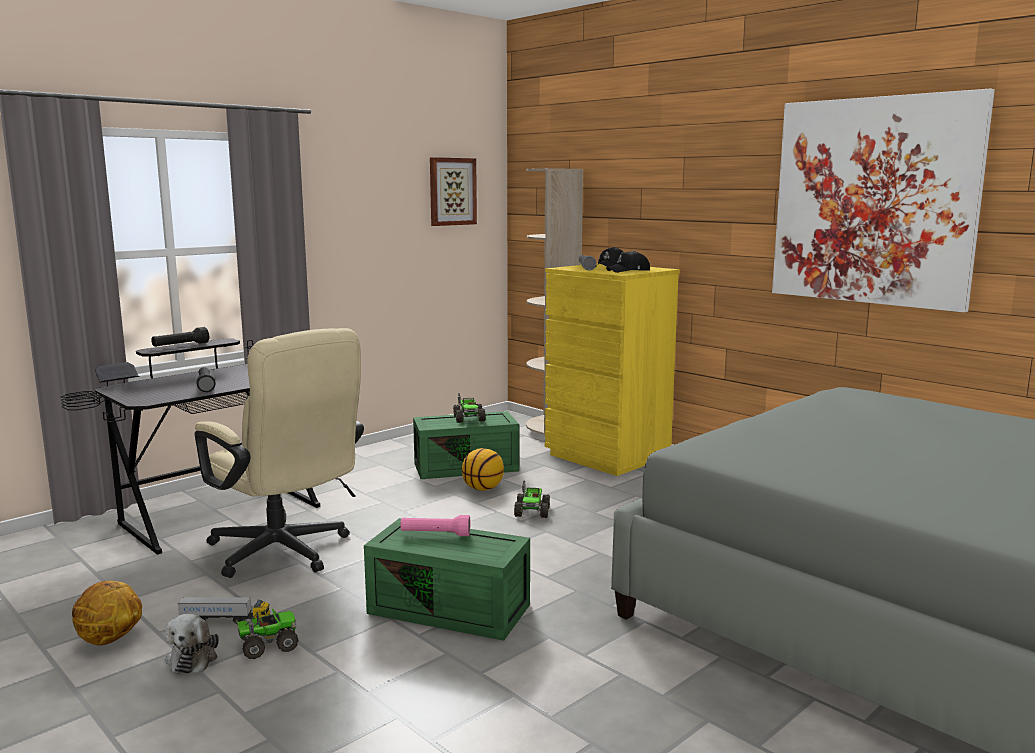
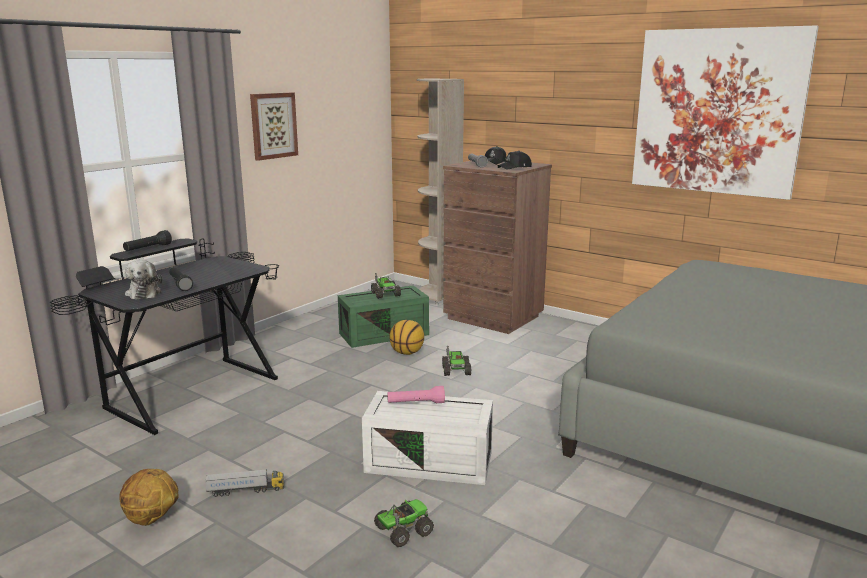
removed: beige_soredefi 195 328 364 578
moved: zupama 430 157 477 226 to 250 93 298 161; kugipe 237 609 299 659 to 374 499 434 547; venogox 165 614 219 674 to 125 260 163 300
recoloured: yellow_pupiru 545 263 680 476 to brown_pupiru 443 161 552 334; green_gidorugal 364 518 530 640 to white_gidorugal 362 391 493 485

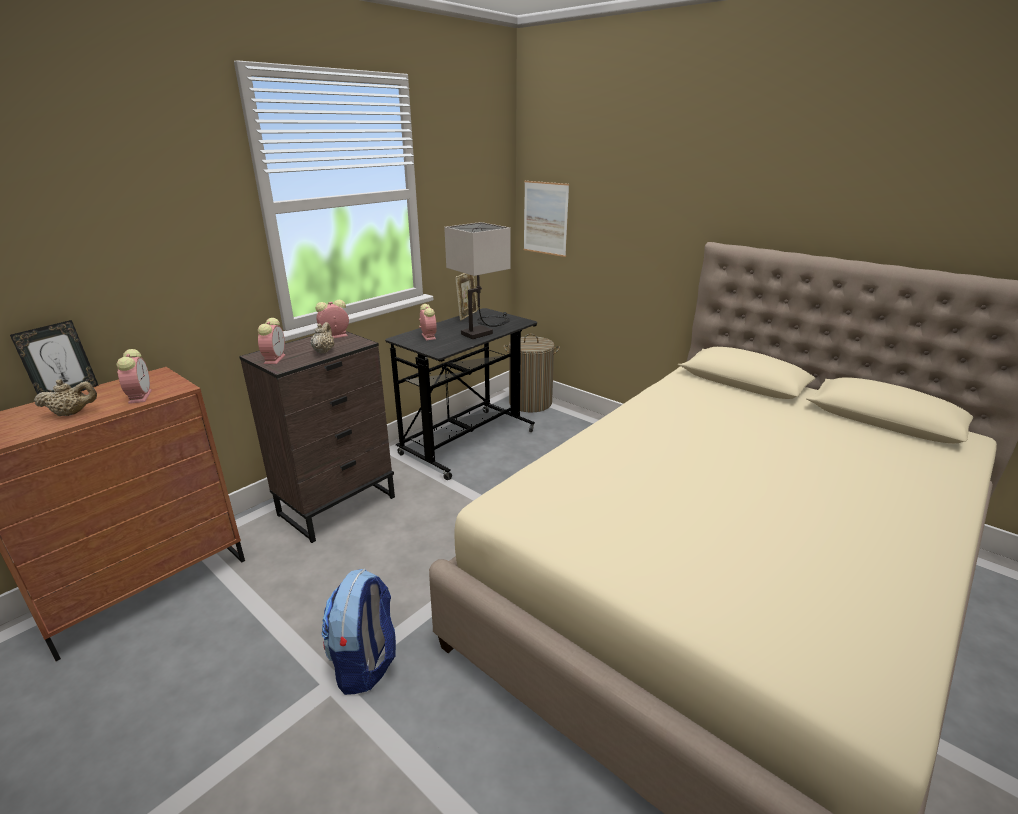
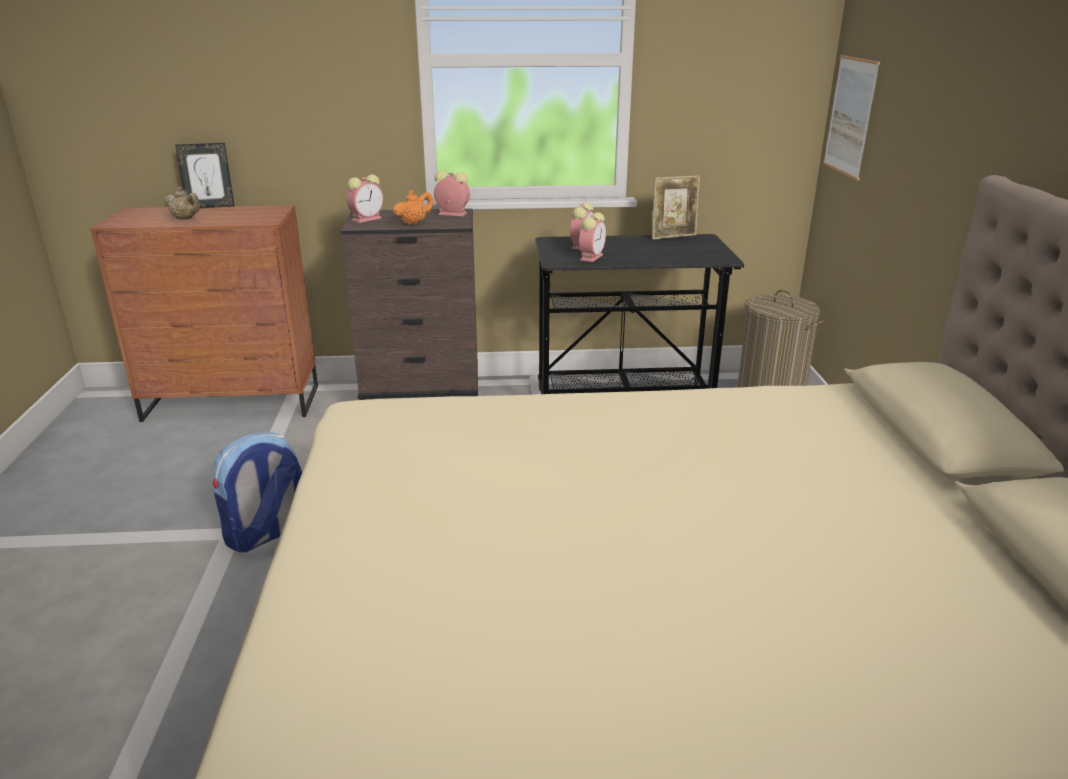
removed: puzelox 444 222 510 339
moved: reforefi 116 349 152 404 to 579 212 606 262
recoloured: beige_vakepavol 310 322 335 354 to orange_vakepavol 393 190 434 225

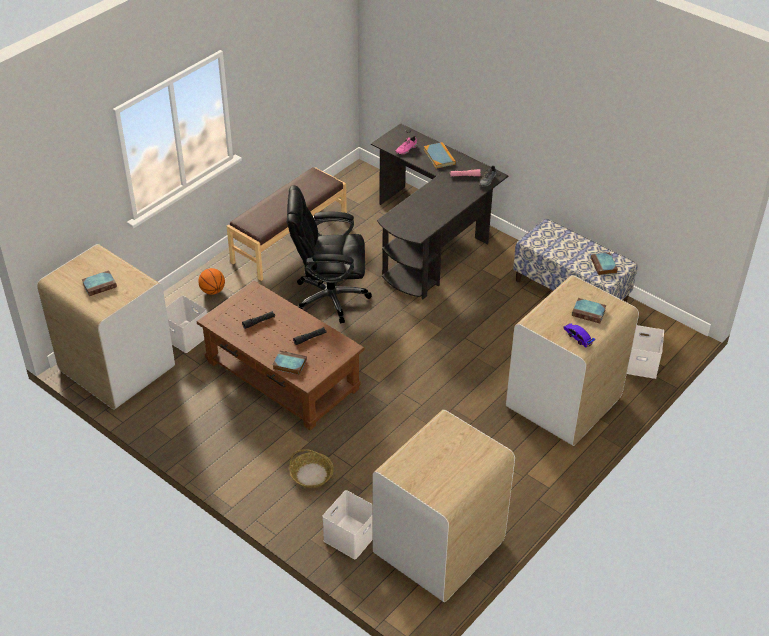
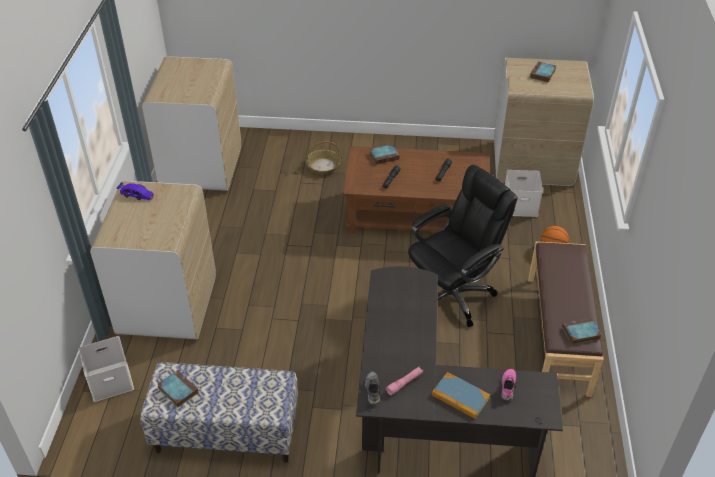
removed: white_gidorugal 322 490 373 559
moved: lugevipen 572 298 606 323 to 562 317 602 345

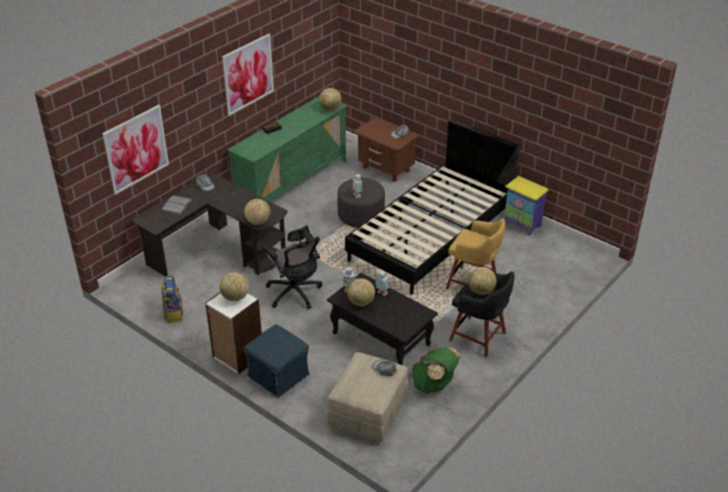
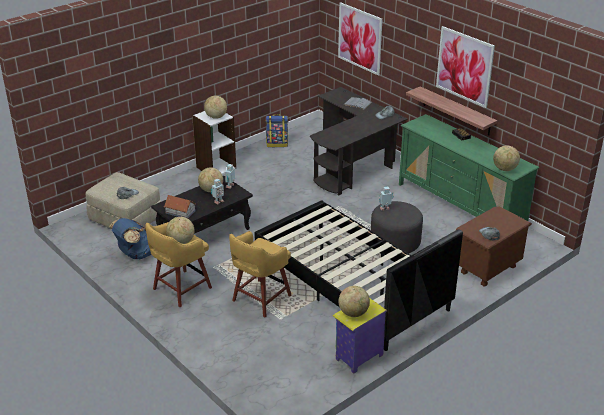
removed: soredefi 262 225 322 309; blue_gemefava 244 324 309 398
added: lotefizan 406 86 497 135; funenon 164 195 196 218
moved: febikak 244 199 270 225 to 339 286 370 317
recoloured: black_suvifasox 449 272 514 357 to yellow_suvifasox 146 222 212 307; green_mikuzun 412 348 463 393 to blue_mikuzun 109 218 151 259

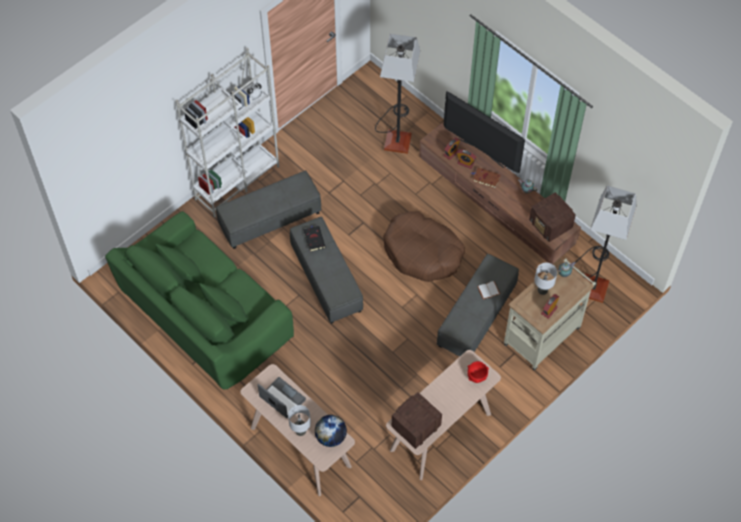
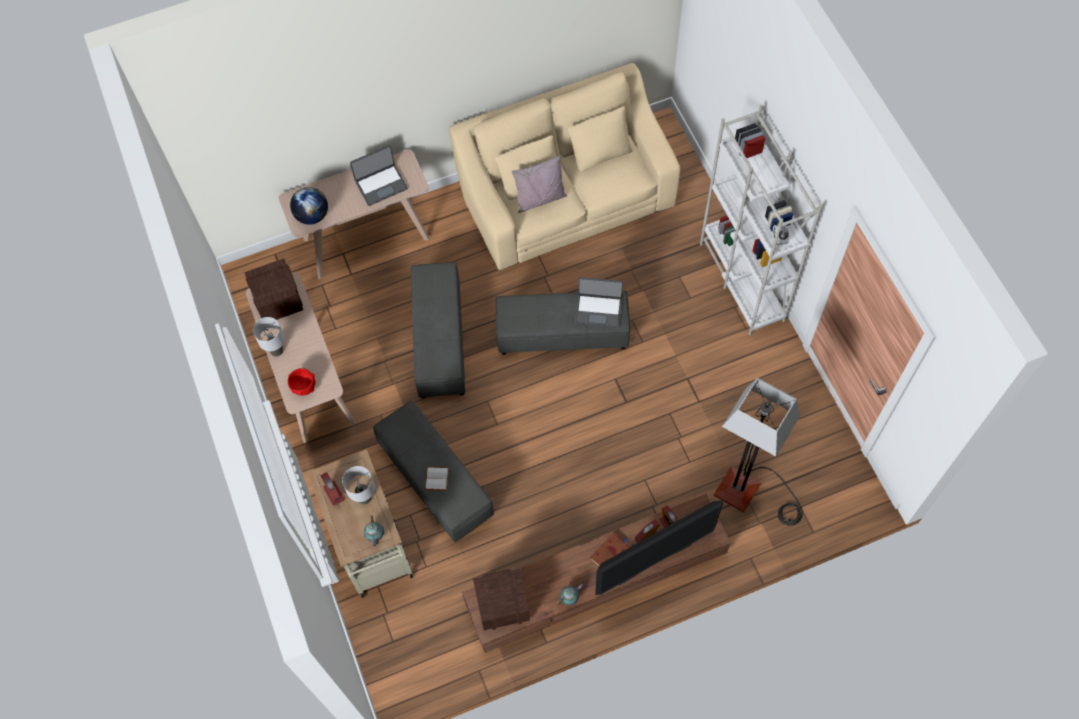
removed: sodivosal 574 185 636 303; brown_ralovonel 383 211 465 282
added: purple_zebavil 511 155 567 213
moved: grey_gemefava 216 170 321 249 to 411 262 465 398; white_puzelox 288 405 311 436 to 253 317 285 357
replaced: black_lugevipen 304 225 325 252 to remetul 575 277 623 328
recoloured: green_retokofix 105 211 294 389 to beige_retokofix 449 63 680 270

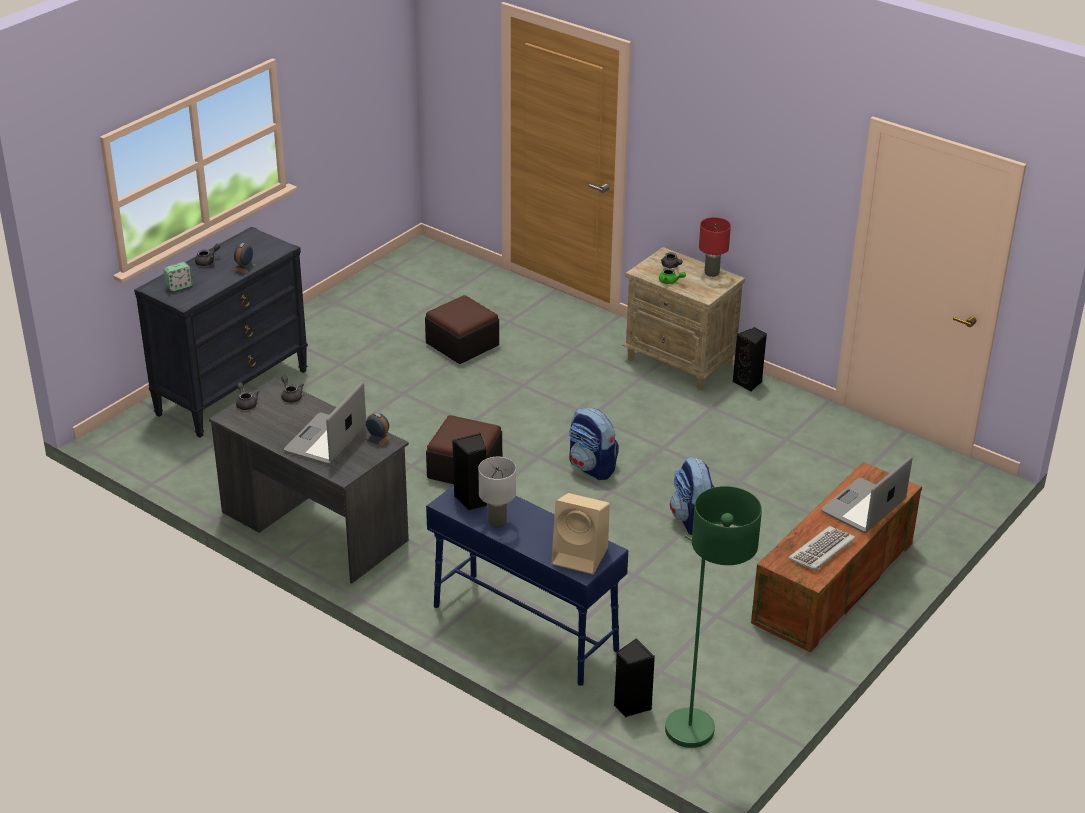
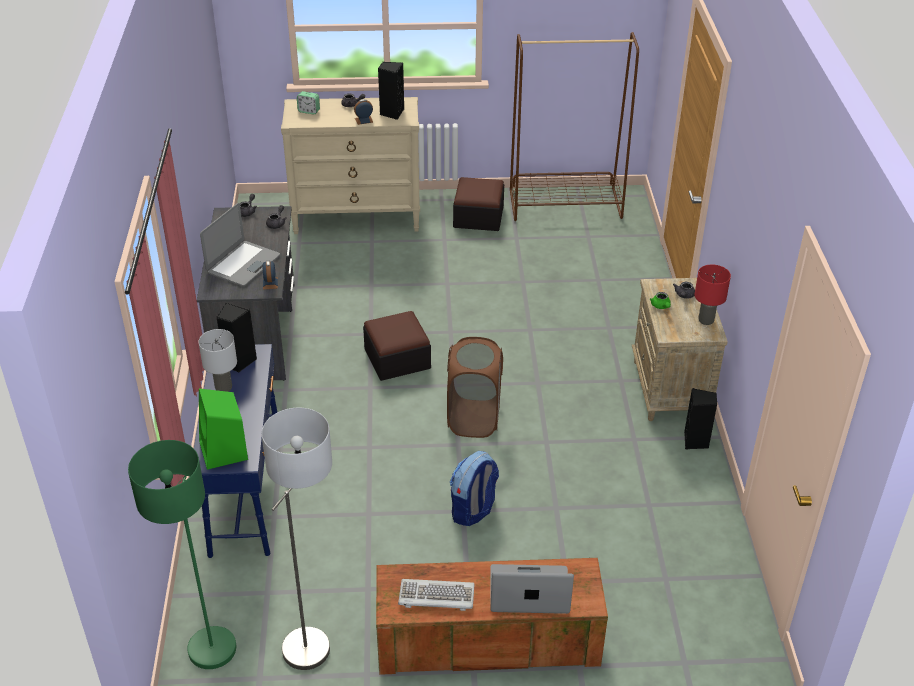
added: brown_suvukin 510 32 639 221; grey_sodivosal 262 408 332 670
moved: gemefava 425 295 499 364 to 453 177 504 231; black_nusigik 614 638 655 717 to 378 62 404 120
replaced: mikuzun 569 408 619 480 to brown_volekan 447 337 503 438
recoloured: black_pupiru 134 227 308 438 to beige_pupiru 281 97 420 234; beige_nusigik 551 493 610 574 to green_nusigik 199 389 248 470
turned: remetul 284 382 366 465 = 200 203 280 286 135 degrees clockwise

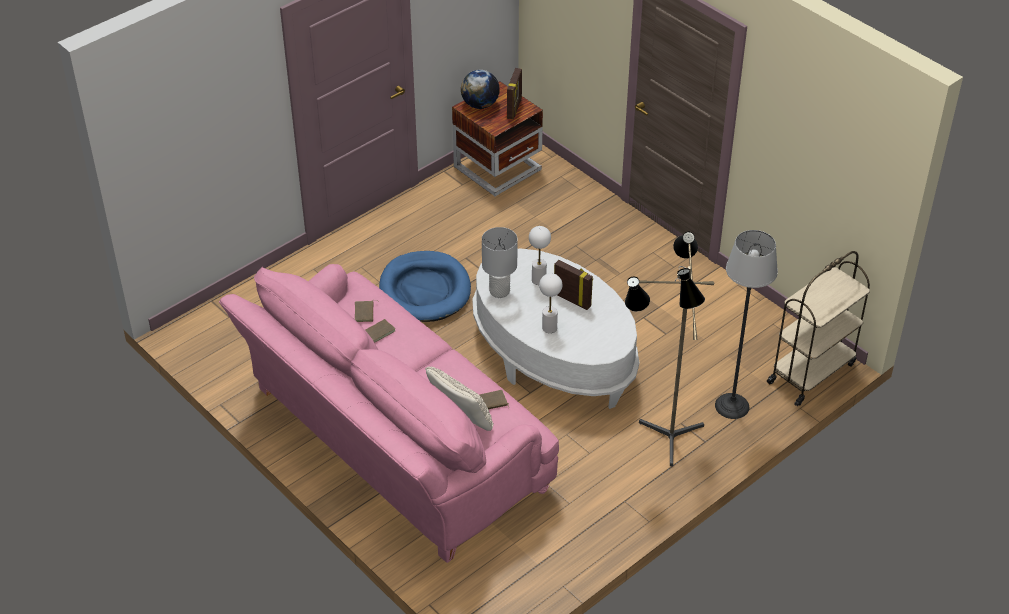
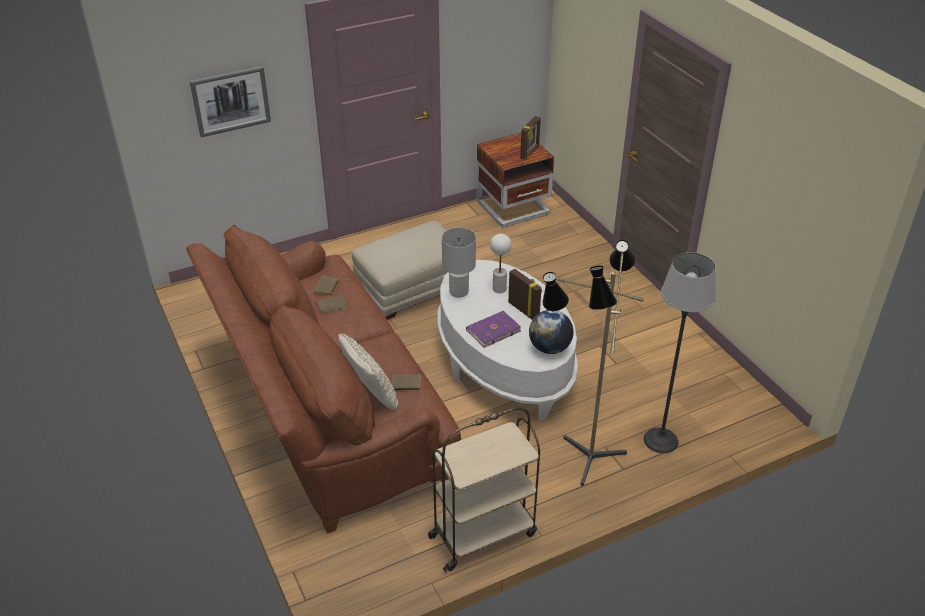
added: zupama 190 66 271 137
moved: febikak 461 70 500 109 to 529 310 574 354; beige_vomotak 767 251 870 406 to 428 407 540 572
replaced: blue_ralovonel 379 251 471 322 to beige_gemefava 352 221 447 320; white_puzelox 539 273 562 333 to purple_lugevipen 466 311 521 348
recoloured: pink_retokofix 219 264 559 563 to brown_retokofix 186 225 461 533

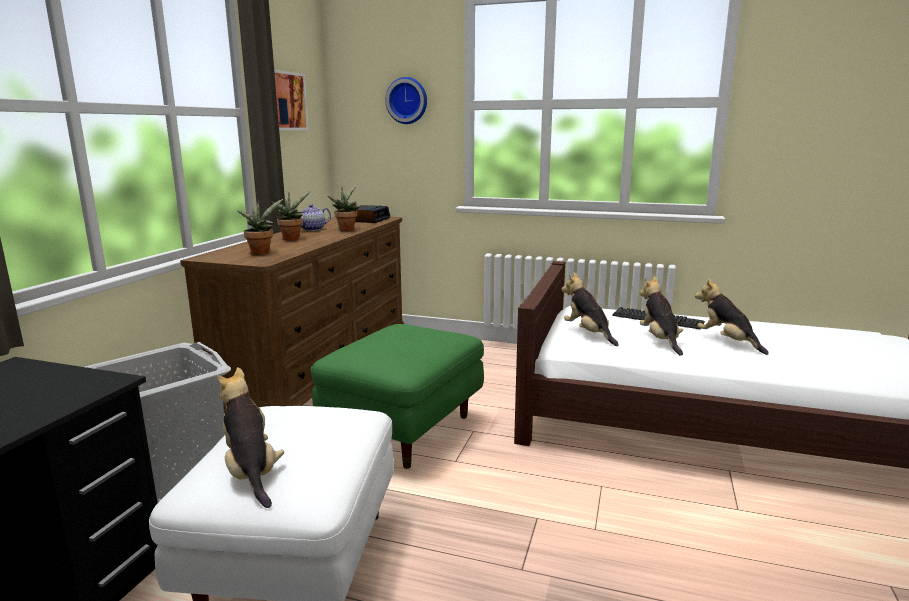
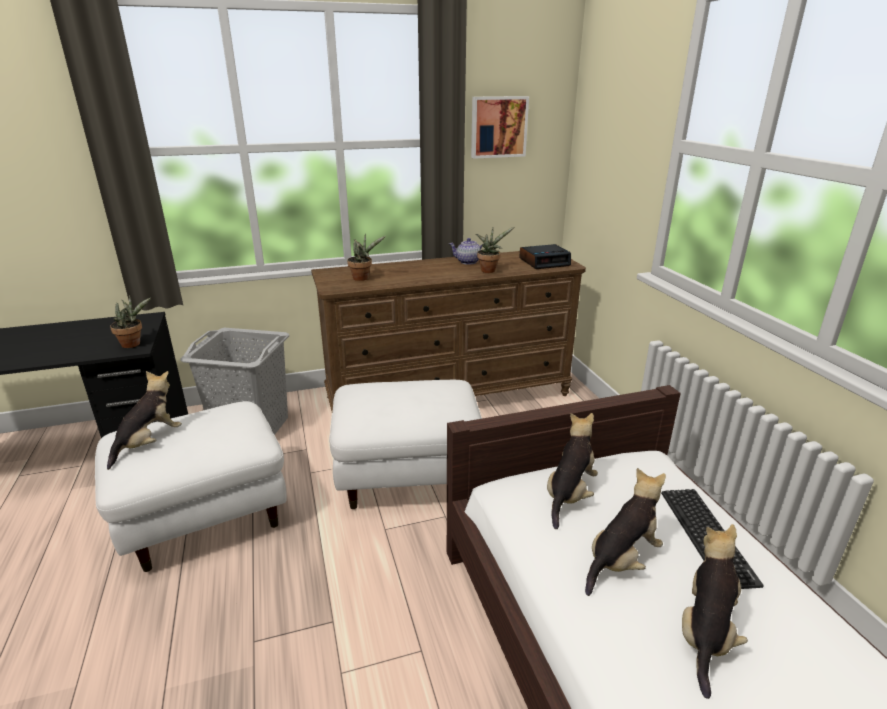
removed: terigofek 386 77 427 124
moved: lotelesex 271 191 310 240 to 110 295 151 348
recoloured: green_gemefava 311 324 484 469 to white_gemefava 329 380 482 509

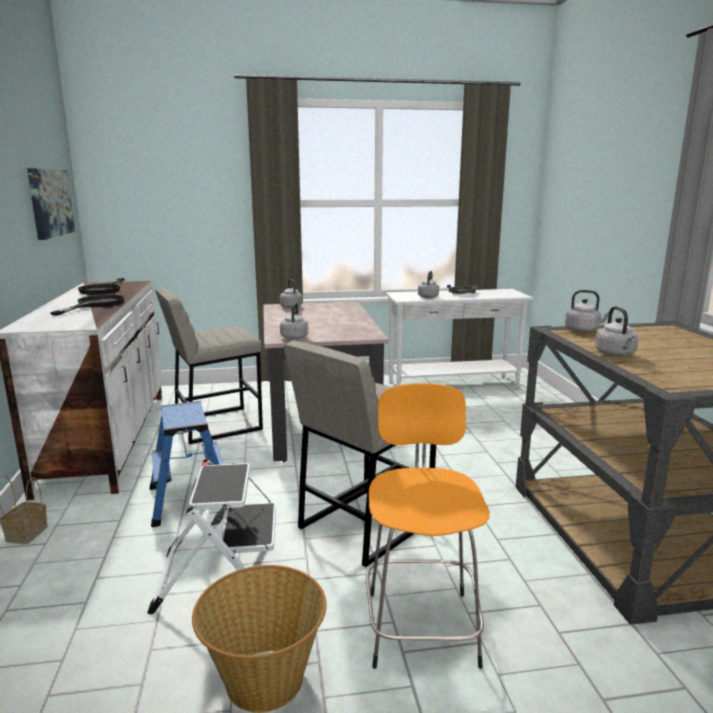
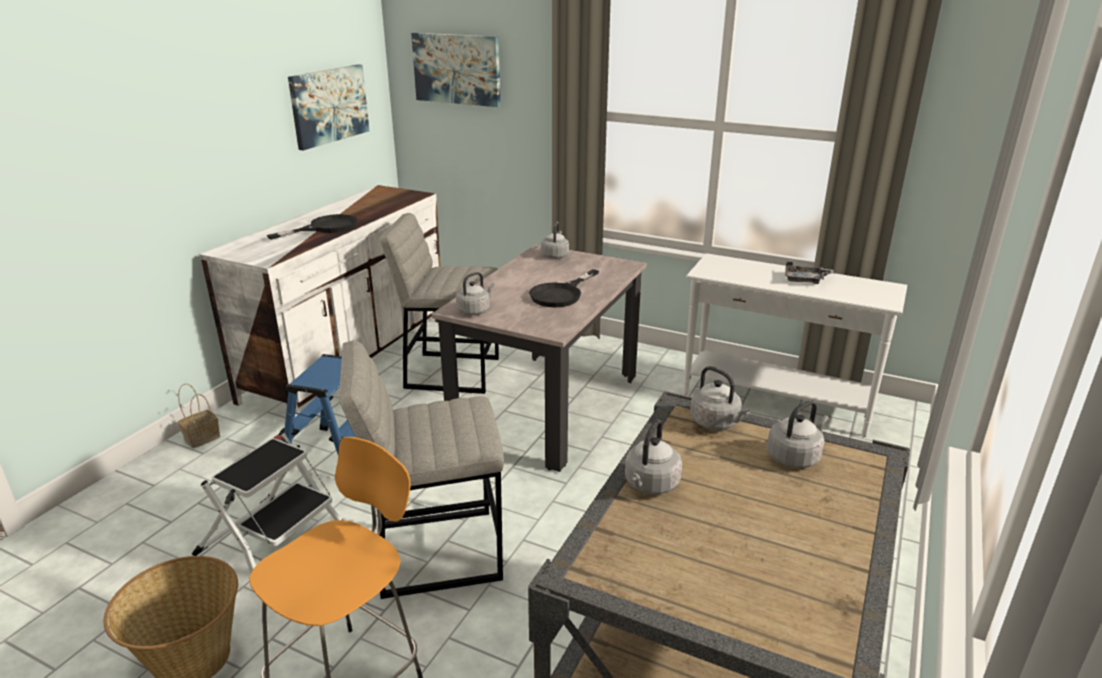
added: zupama 411 33 501 107
moved: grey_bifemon 418 271 439 298 to 767 400 829 468; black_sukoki 78 278 125 295 to 529 269 599 307

